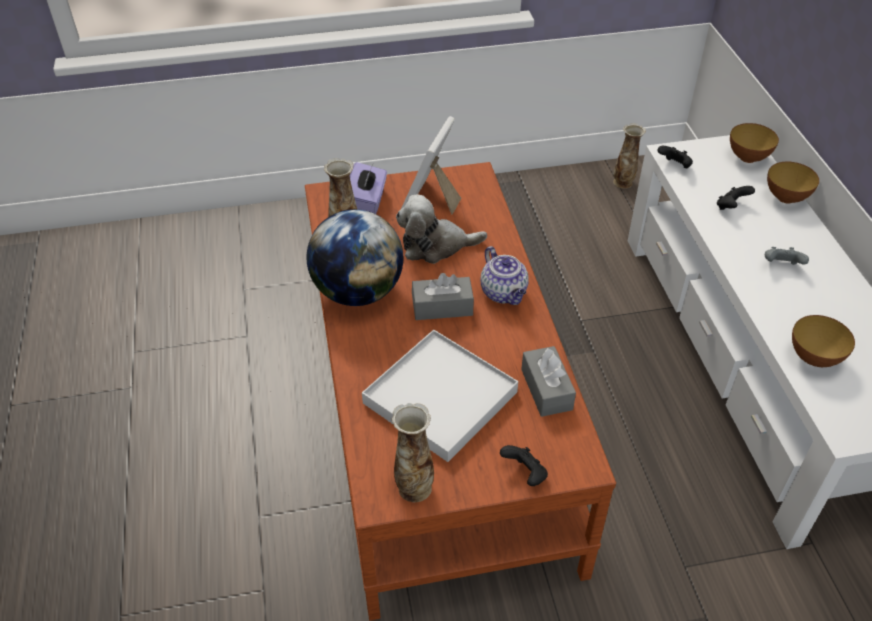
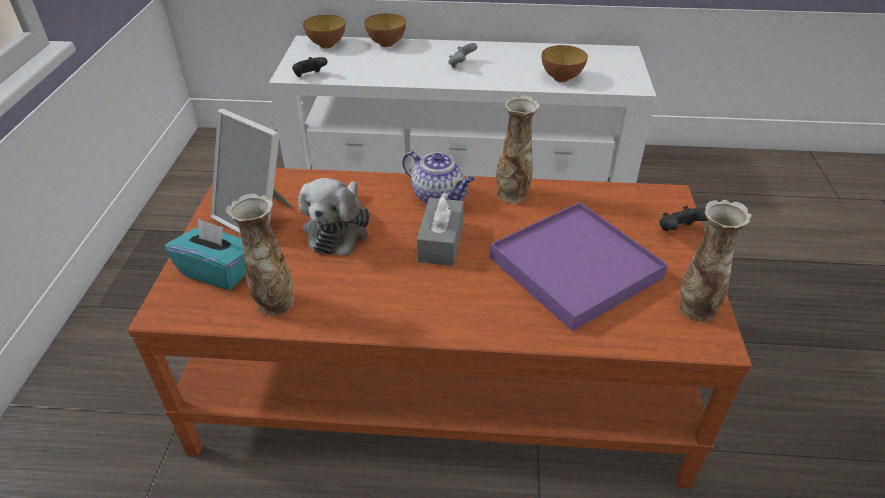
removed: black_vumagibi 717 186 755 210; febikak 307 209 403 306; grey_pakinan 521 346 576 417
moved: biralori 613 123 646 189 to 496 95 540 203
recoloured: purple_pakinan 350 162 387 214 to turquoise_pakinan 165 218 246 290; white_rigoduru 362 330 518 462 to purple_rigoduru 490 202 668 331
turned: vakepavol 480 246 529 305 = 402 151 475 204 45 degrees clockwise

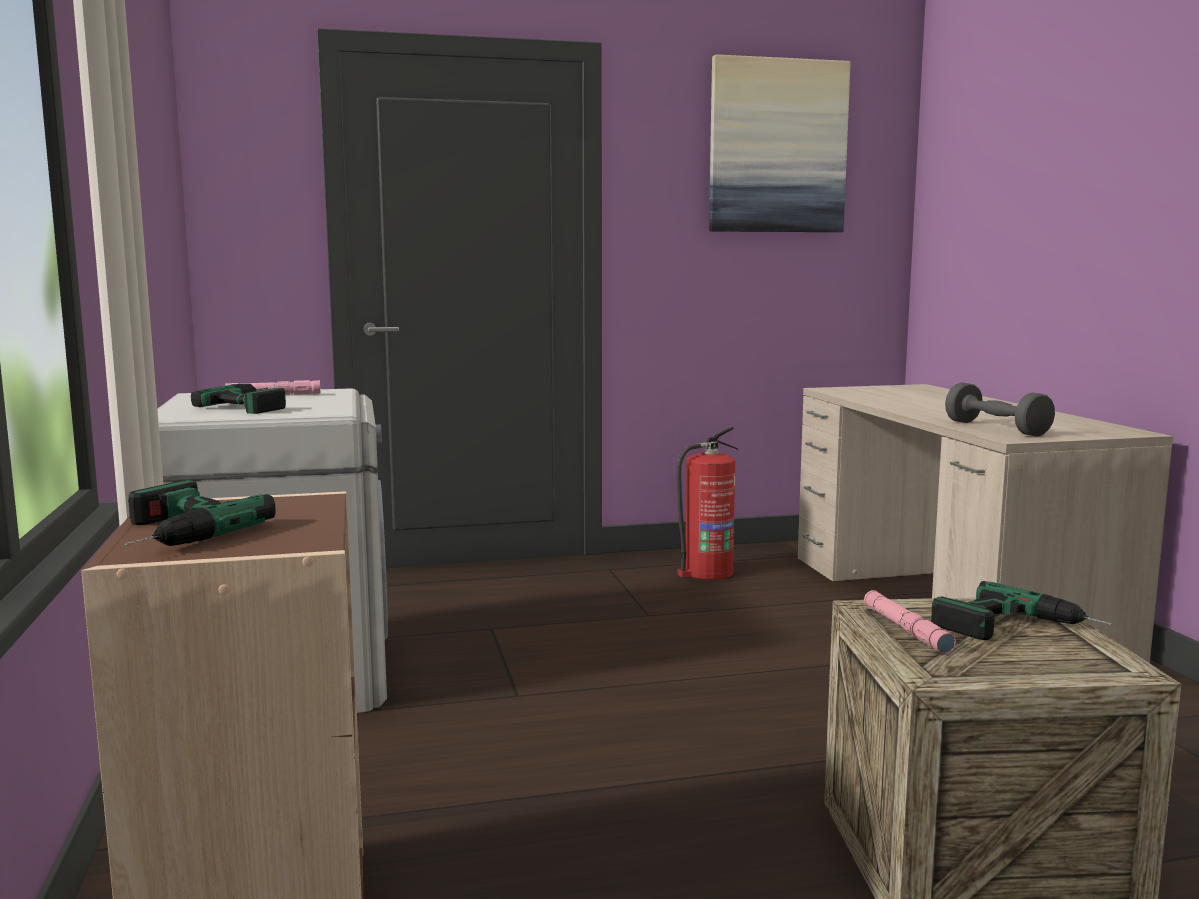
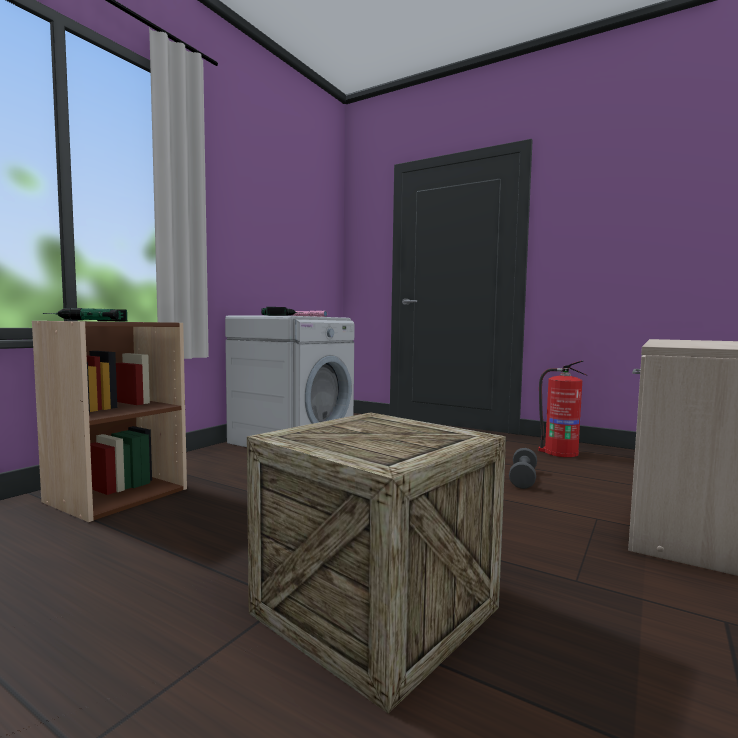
removed: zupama 709 54 851 233; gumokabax 931 581 1113 640; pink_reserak 864 590 956 654
moved: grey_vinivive 945 382 1055 437 to 509 448 537 489

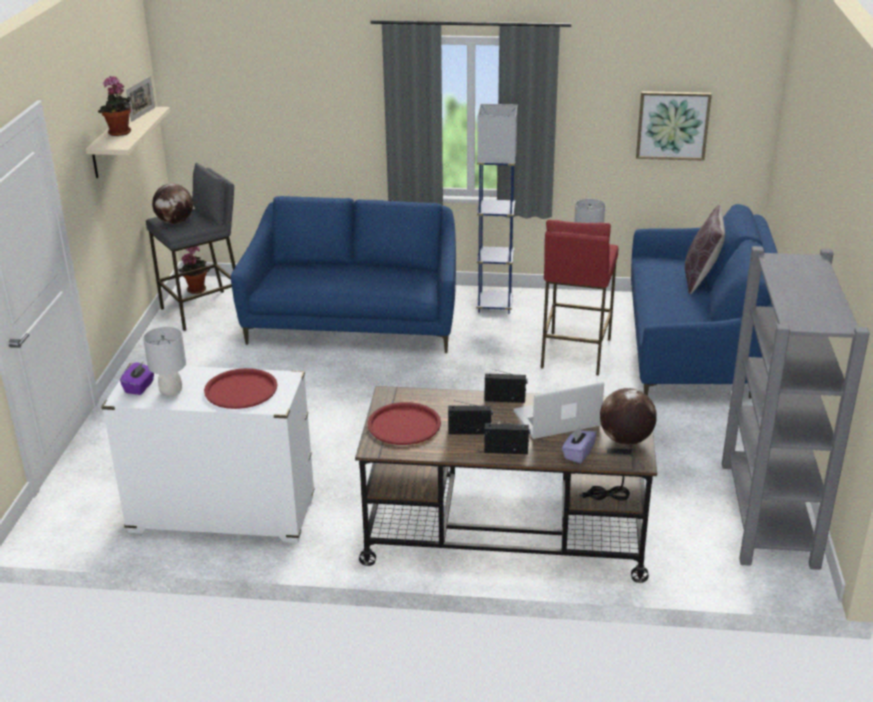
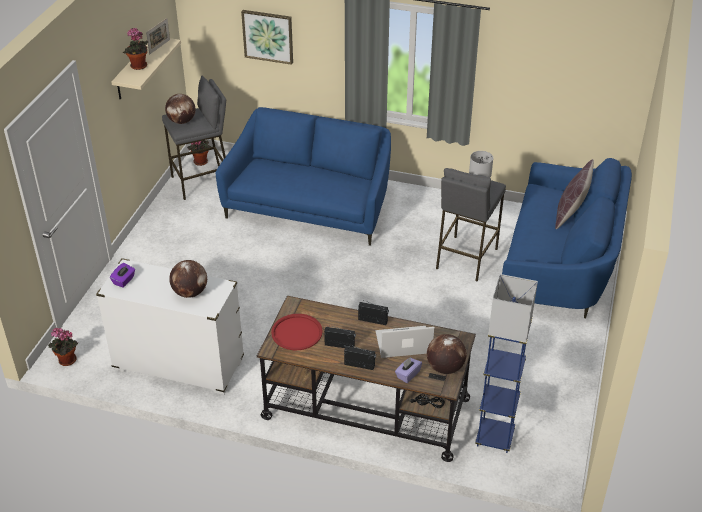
removed: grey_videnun 722 246 870 570; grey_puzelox 143 327 186 397
added: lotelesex 48 328 78 366
moved: zupama 636 91 712 161 to 241 10 293 65; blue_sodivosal 476 104 518 314 to 475 274 538 453
replaced: red_rigoduru 204 368 278 409 to febikak 169 260 207 298
recoloured: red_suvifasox 541 220 619 376 to grey_suvifasox 436 168 506 281

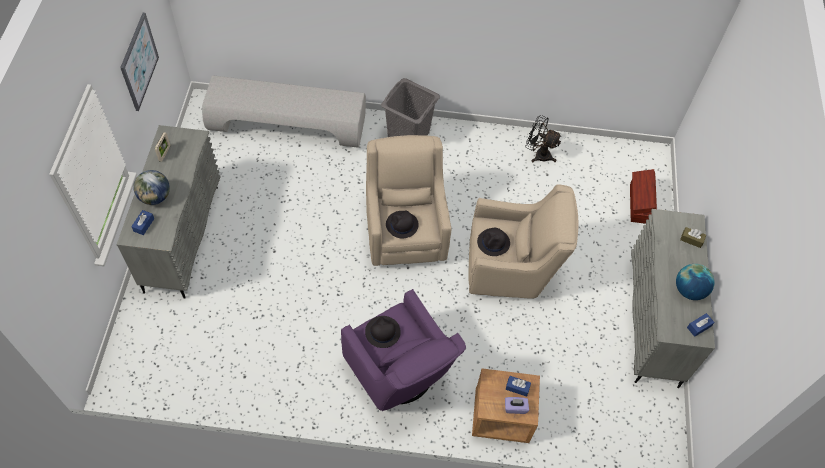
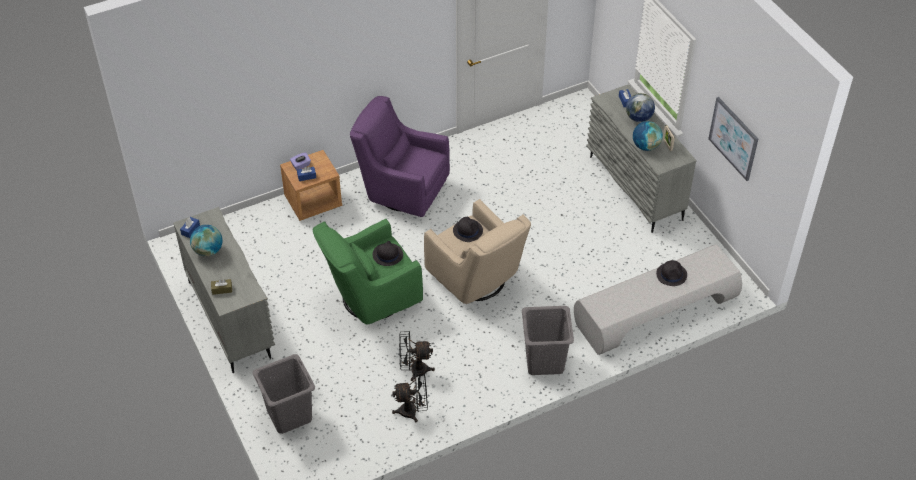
added: febikak 633 121 663 151; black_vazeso 399 331 435 381
moved: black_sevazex 365 316 401 348 to 656 260 687 286
replaced: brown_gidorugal 630 169 657 224 to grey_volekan 252 354 315 434
recoloured: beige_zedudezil 469 184 578 299 to green_zedudezil 313 219 423 324

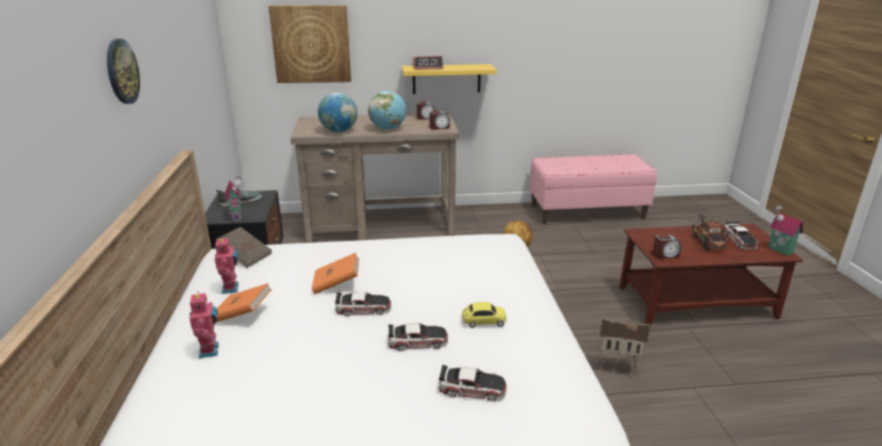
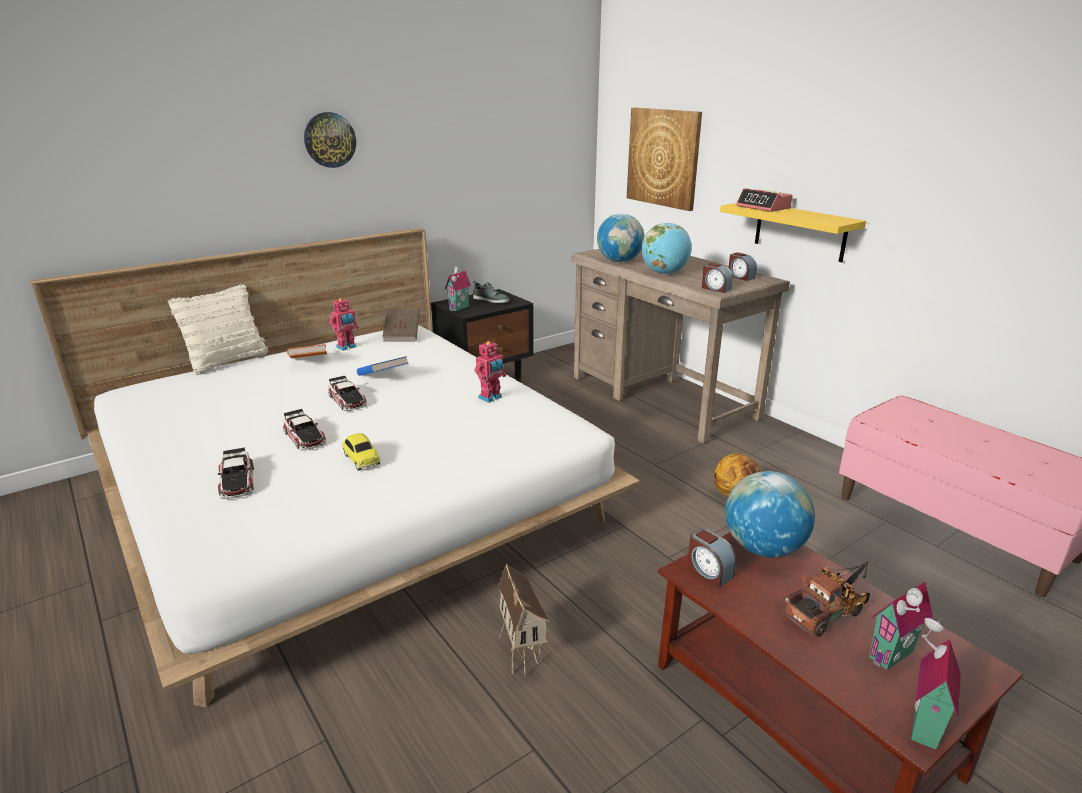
added: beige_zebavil 167 284 268 375; febikak 725 471 815 558
moved: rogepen 189 291 219 359 to 474 341 506 403
replaced: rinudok 724 221 758 249 to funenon 869 582 933 670
recoloured: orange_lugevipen 311 253 359 294 to blue_lugevipen 357 356 409 376

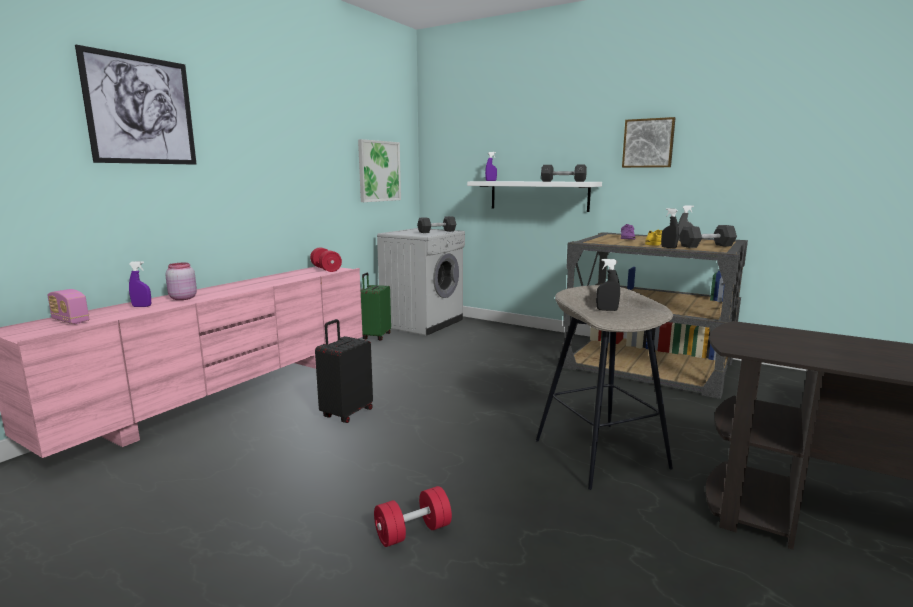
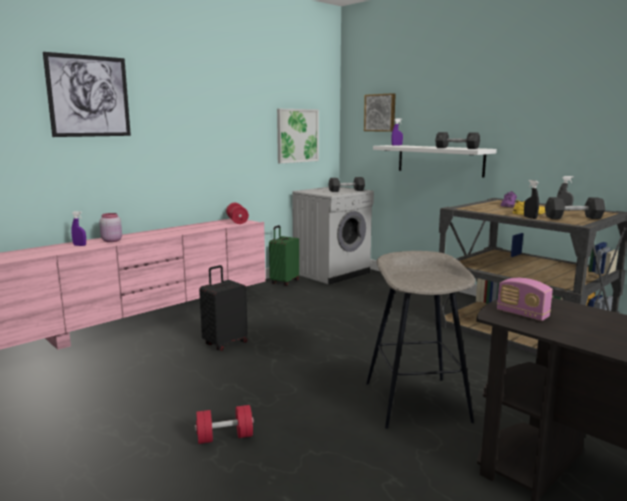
removed: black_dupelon 596 259 620 311
moved: zupama 622 117 676 168 to 364 93 396 132; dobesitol 47 289 89 324 to 497 278 553 321

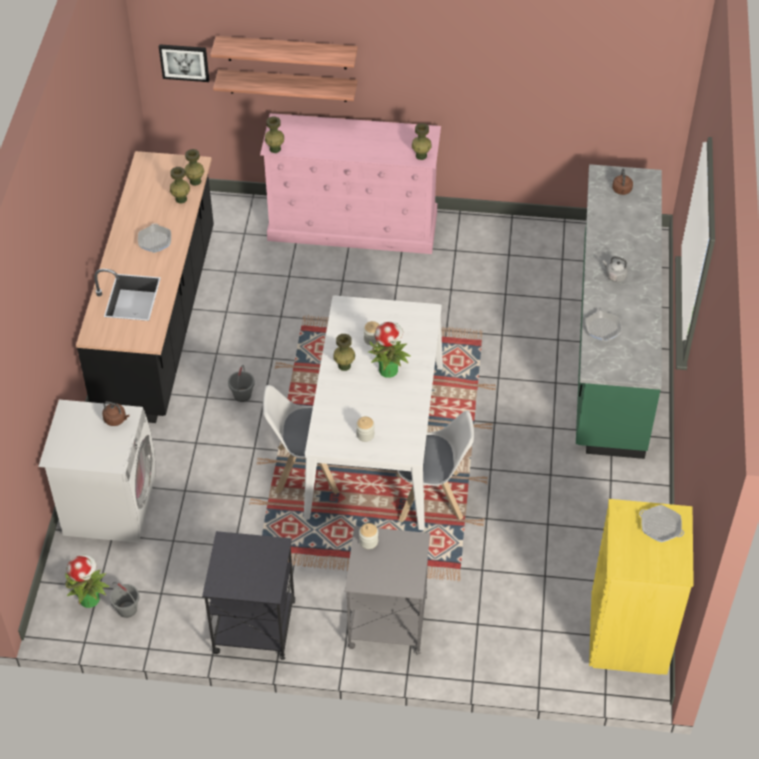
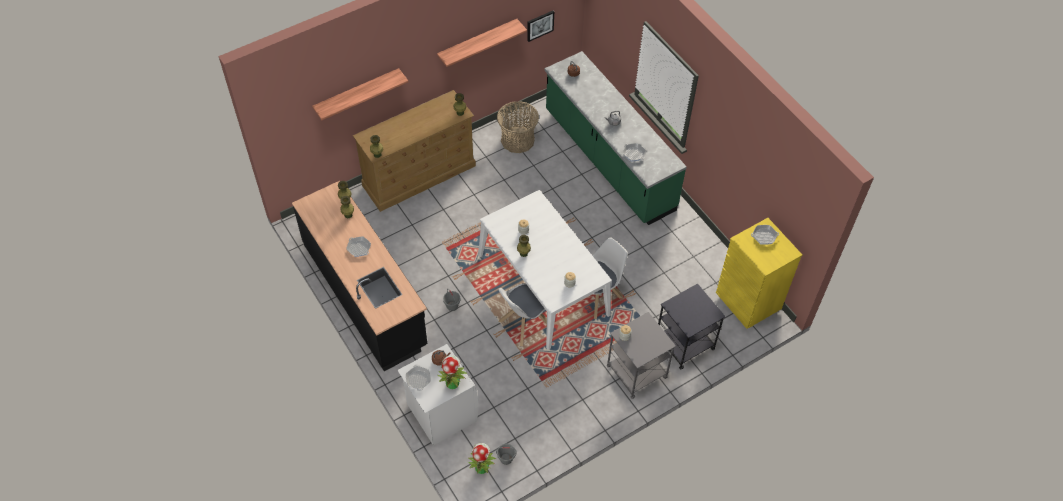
added: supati 497 101 539 153; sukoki 406 365 431 391
moved: zupama 159 44 209 82 to 527 11 554 42; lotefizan 213 69 357 102 to 437 19 527 67; lotelesex 368 322 411 378 to 438 355 468 389; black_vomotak 202 531 295 660 to 658 283 726 370
recoloured: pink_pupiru 260 113 441 254 to brown_pupiru 353 90 476 212

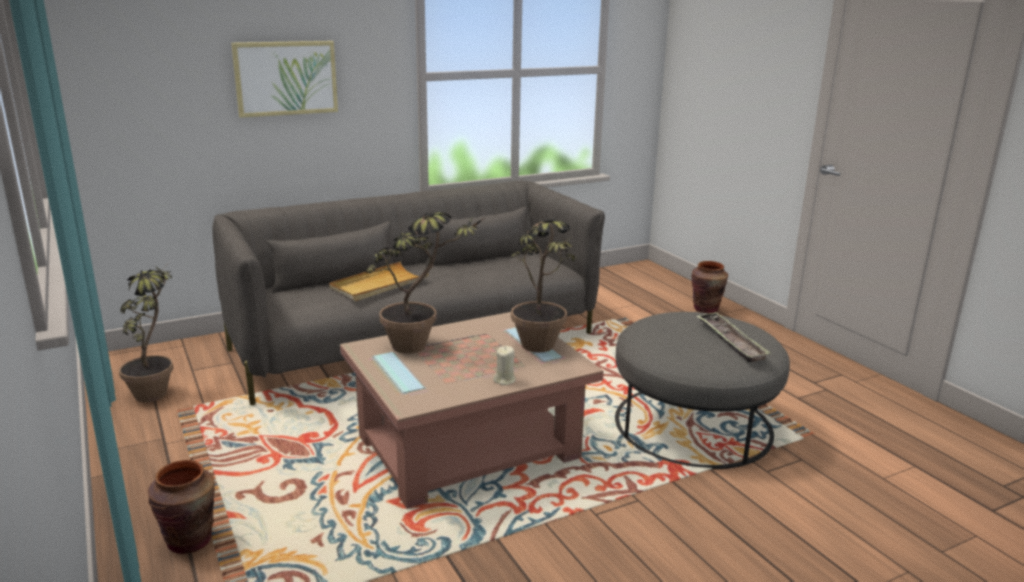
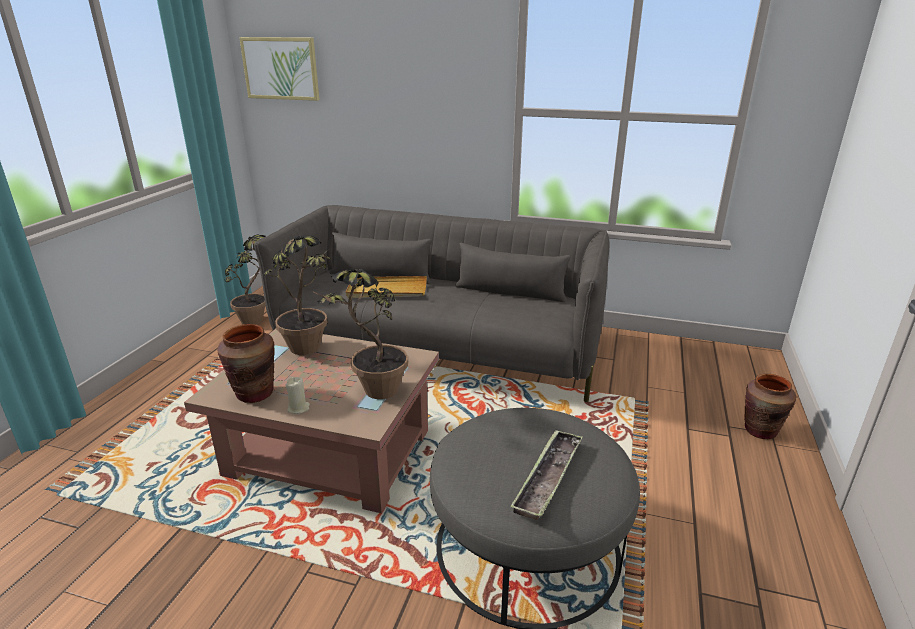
moved: zupama 231 41 338 118 to 239 37 320 101; brown_biralori 148 460 215 554 to 217 324 274 403

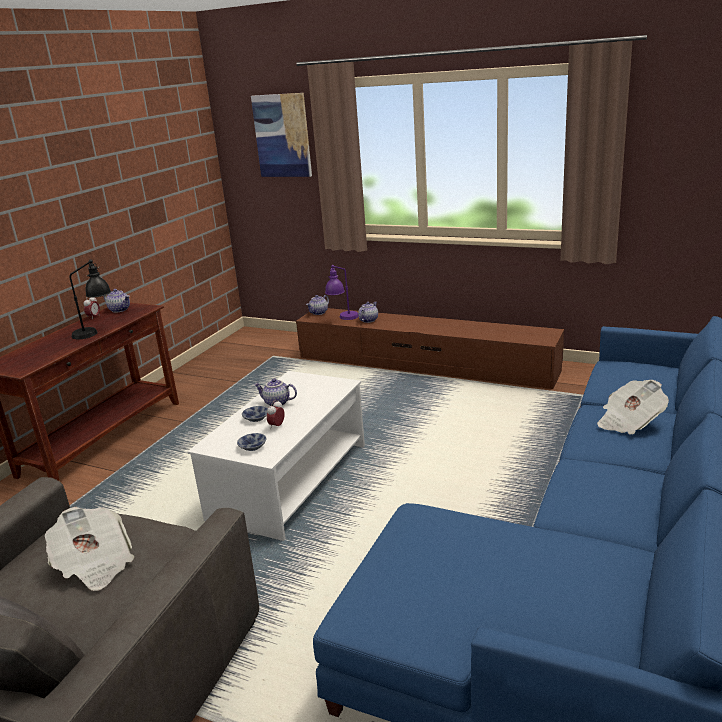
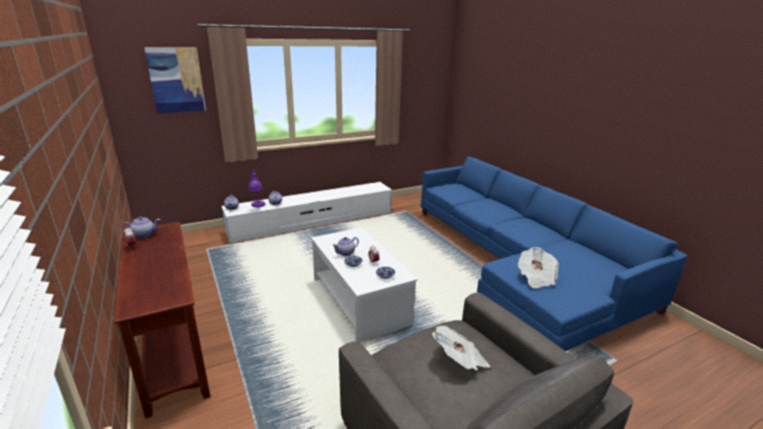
removed: black_puzelox 69 259 111 339
moved: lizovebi 597 380 669 435 to 517 247 559 288
recoloured: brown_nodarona 296 308 564 389 to white_nodarona 221 182 392 243

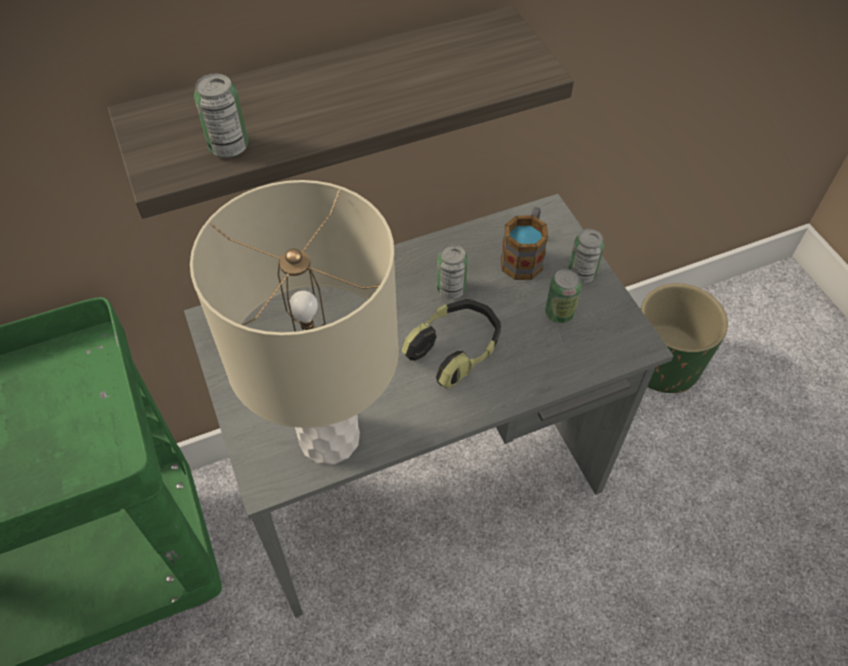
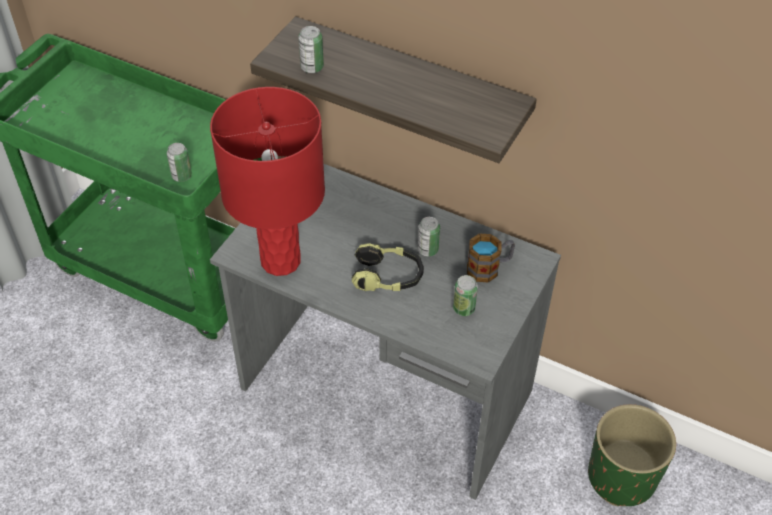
moved: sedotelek 568 229 605 283 to 167 143 192 182
recoloured: beige_puzelox 190 180 399 465 to red_puzelox 210 87 325 276

